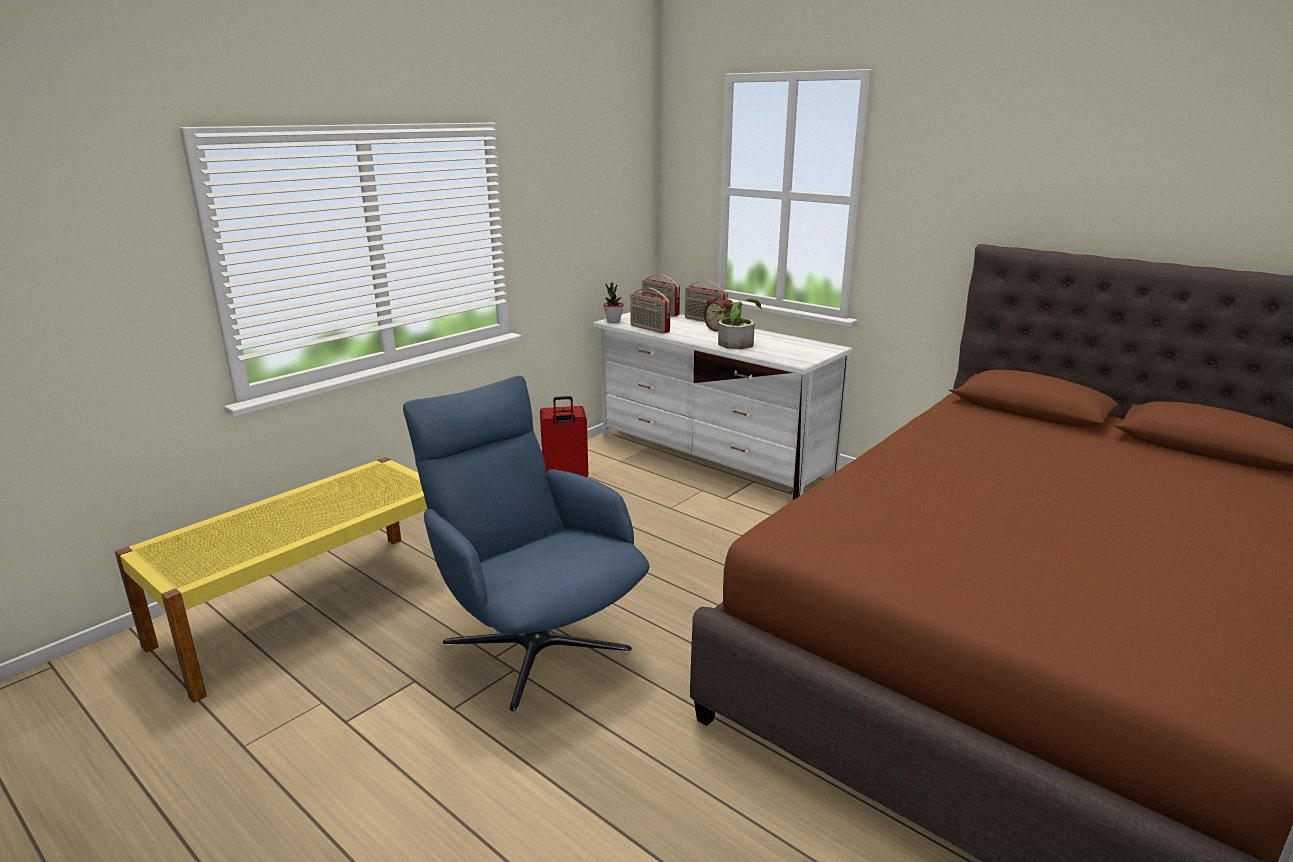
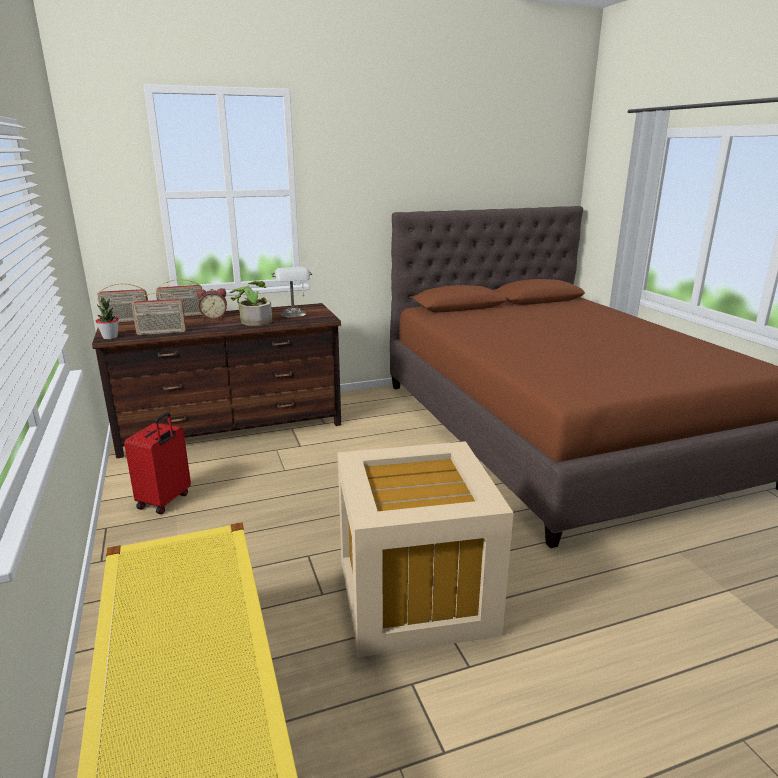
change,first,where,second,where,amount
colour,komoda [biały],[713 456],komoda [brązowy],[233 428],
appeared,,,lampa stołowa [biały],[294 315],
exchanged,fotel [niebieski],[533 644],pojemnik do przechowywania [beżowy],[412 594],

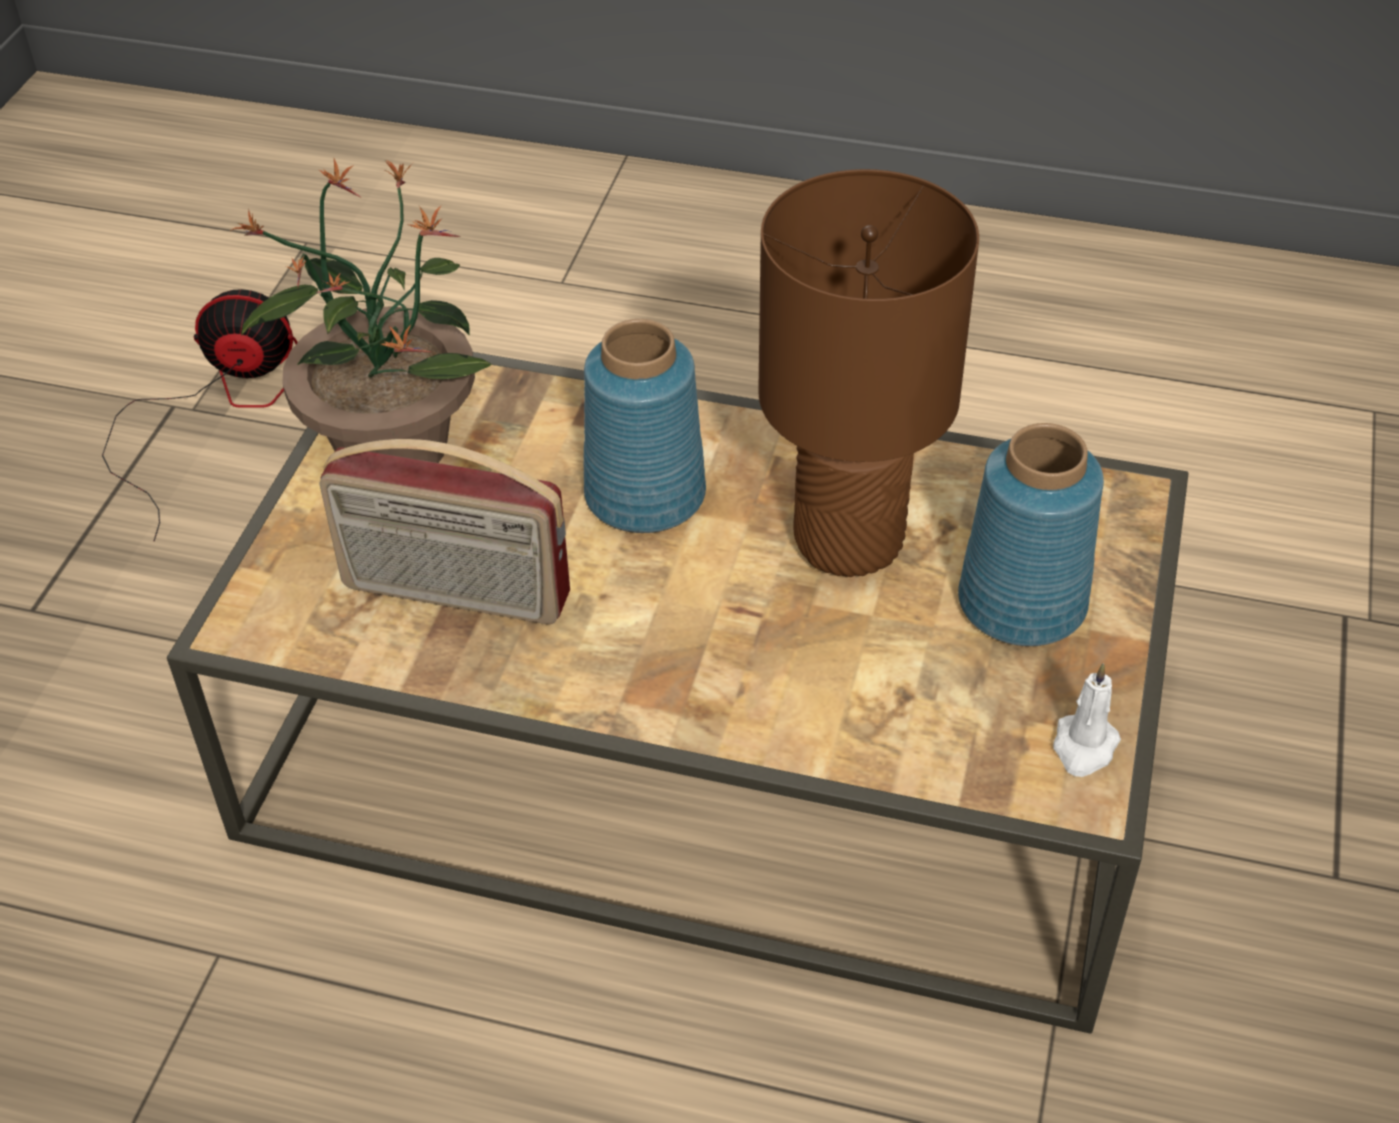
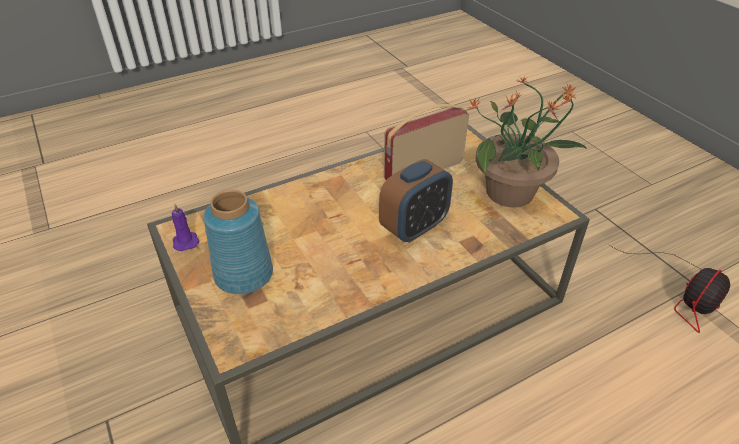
change,first,where,second,where,amount
colour,świeca [biały],[1084 747],świeca [fioletowy],[185 241],
exchanged,wazon [niebieski],[643 496],budzik,[414 227],
missing,lampa stołowa [brązowy],[847 547],,,

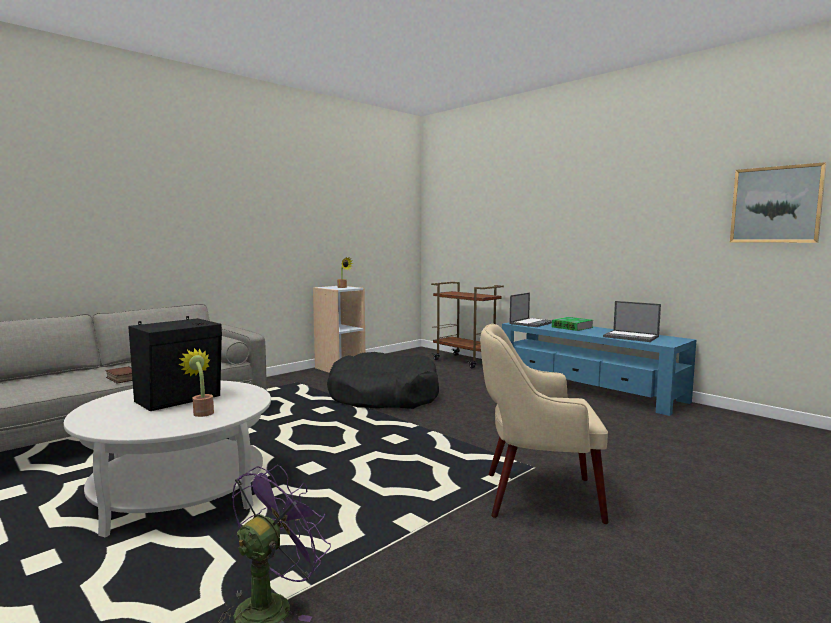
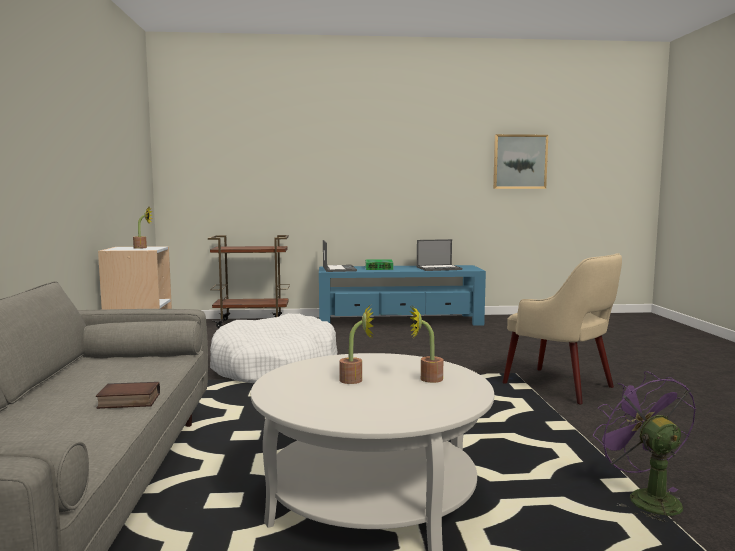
change,first,where,second,where,amount
colour,legowisko [czarny],[383 396],legowisko [biały],[274 366],
exchanged,głośnik [czarny],[181 399],roślina doniczkowa,[356 380],
spun,fotel [beżowy],[538 496],,[560 386],90 degrees counterclockwise

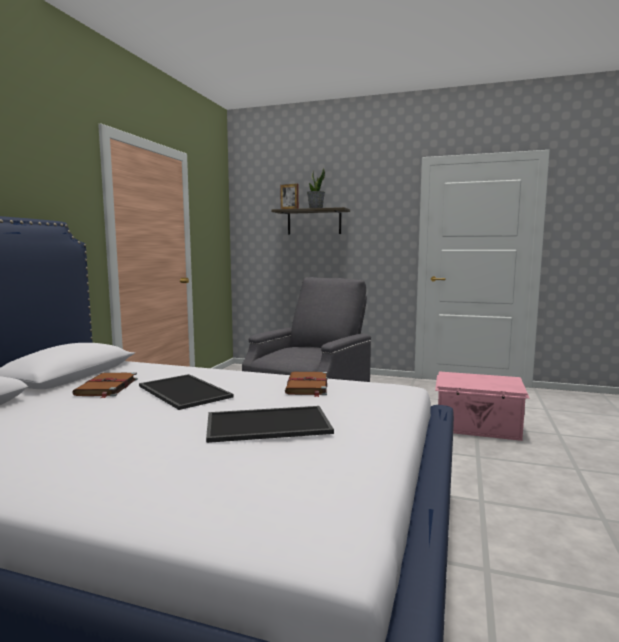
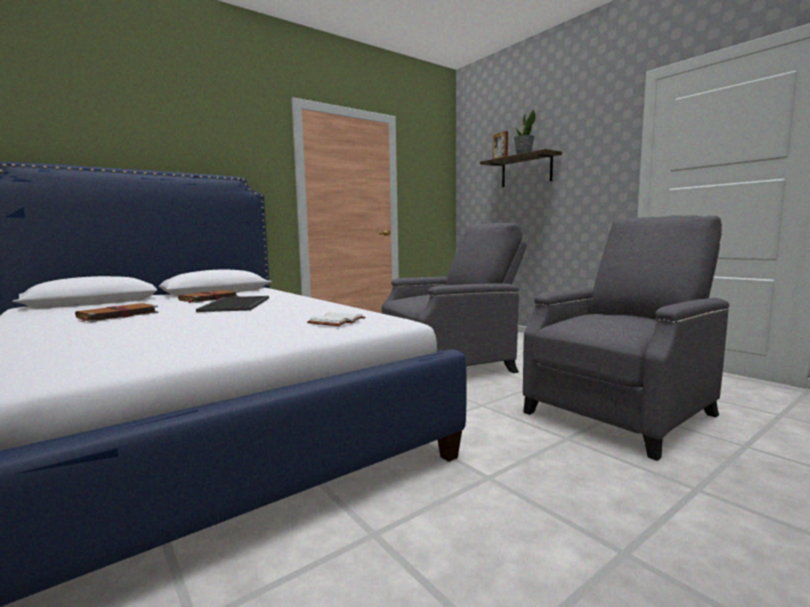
change,first,where,second,where,amount
relocated,książka [brązowy],[307 386],,[116 315],
appeared,,,książka [biały],[337 322],
exchanged,pojemnik do przechowywania [różowy],[478 427],fotel [szary],[623 412],
missing,taca,[267 425],,,

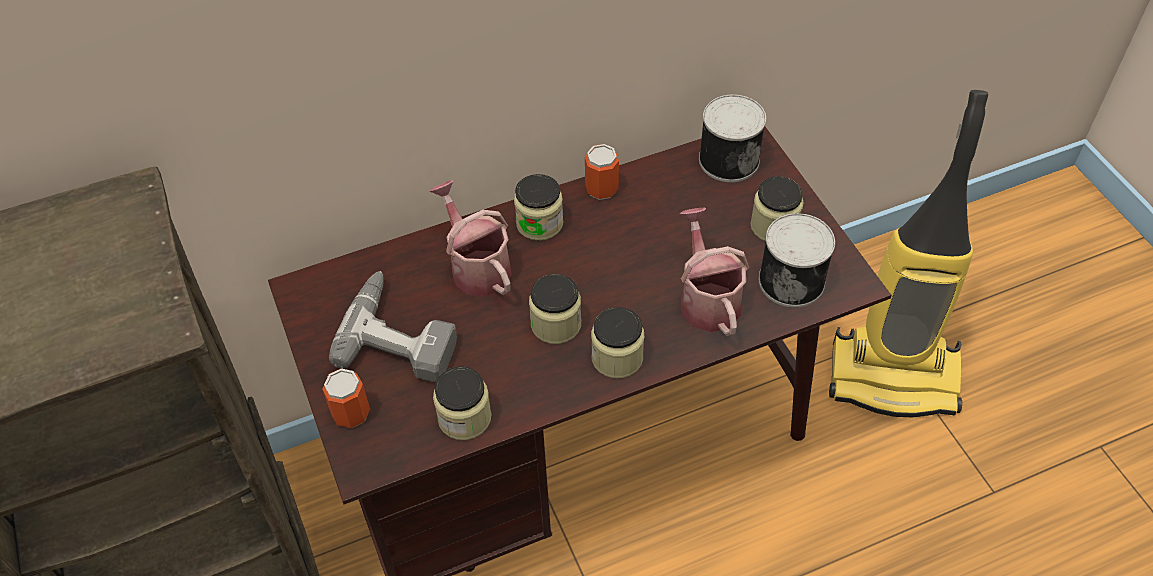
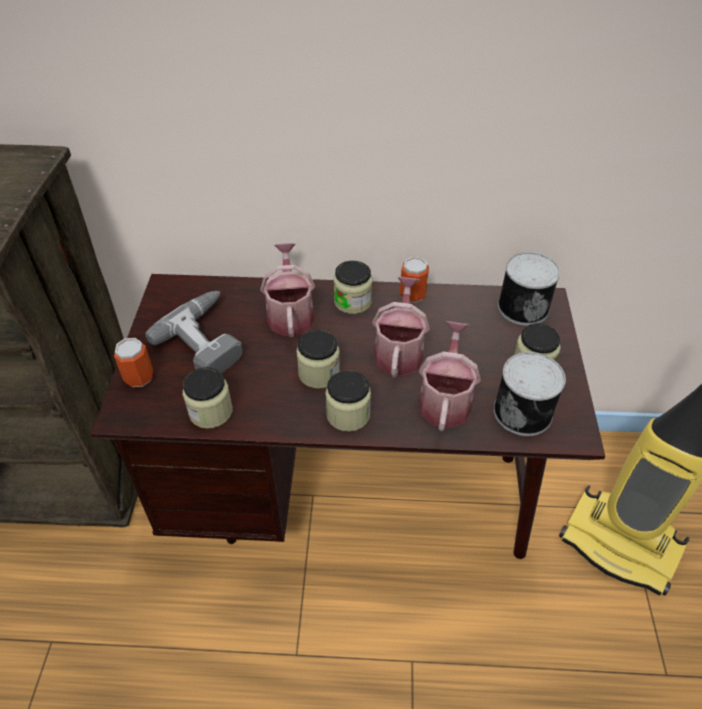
change,first,where,second,where,amount
appeared,,,konewka,[399 350],

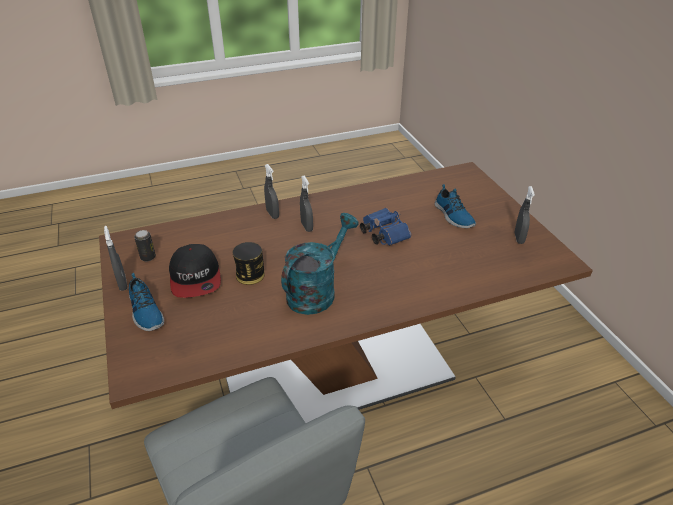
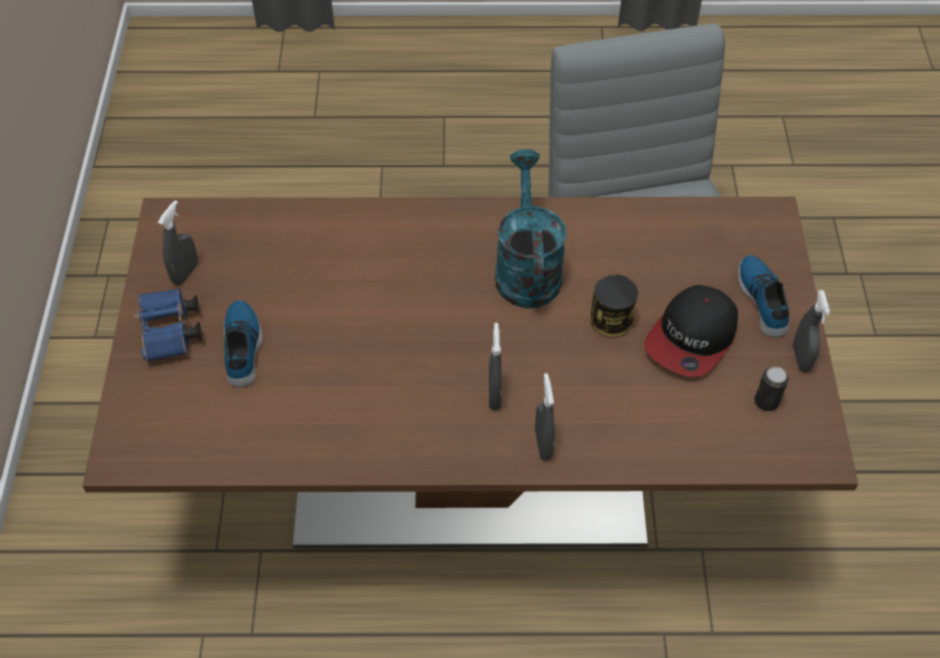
change,first,where,second,where,amount
relocated,lornetka [niebieski],[383 234],,[171 334],
spun,konewka [turkusowy],[316 291],,[526 268],120 degrees clockwise
spun,czapka z daszkiem,[195 278],,[692 338],150 degrees counterclockwise

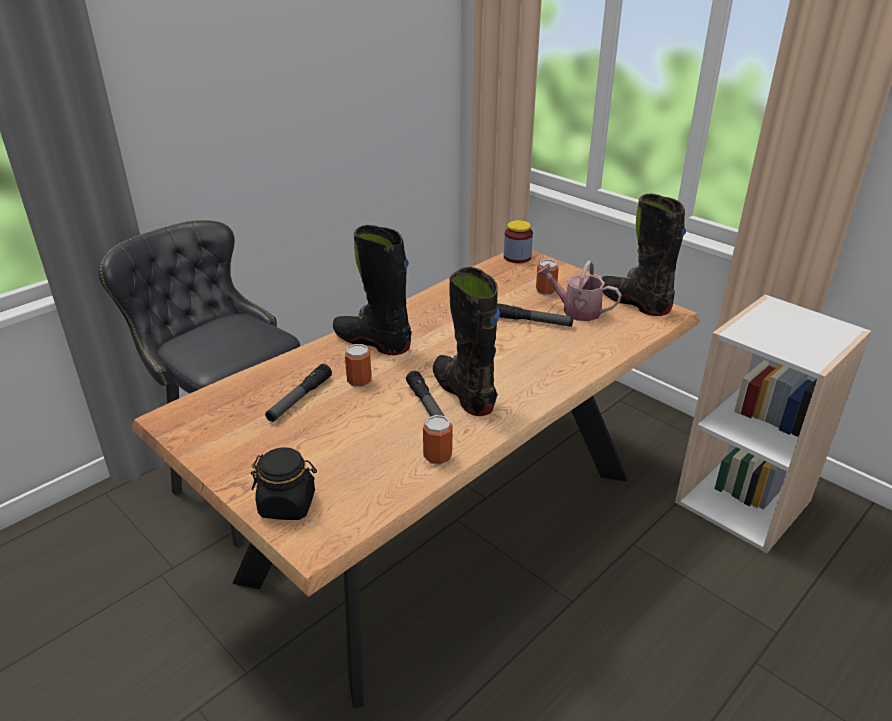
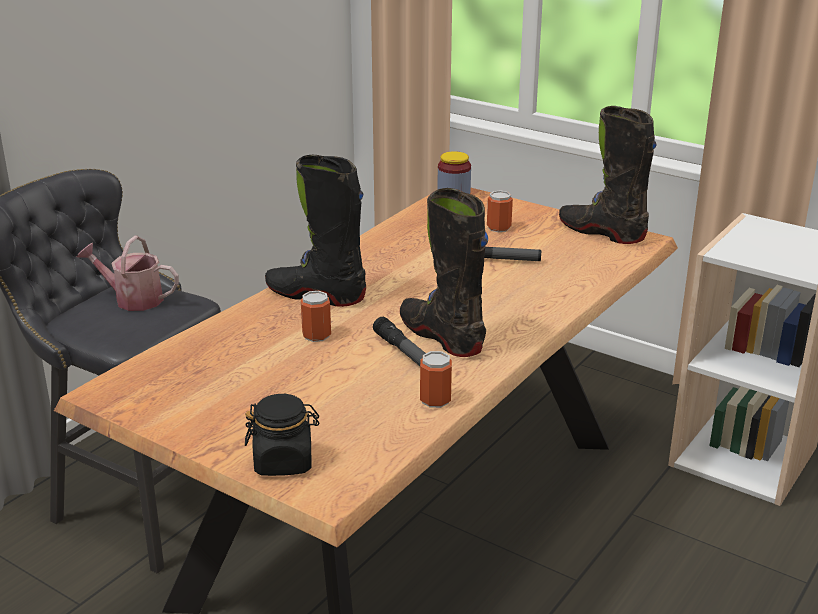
change,first,where,second,where,amount
relocated,konewka,[576 310],,[133 299],
missing,latarka,[299 399],,,

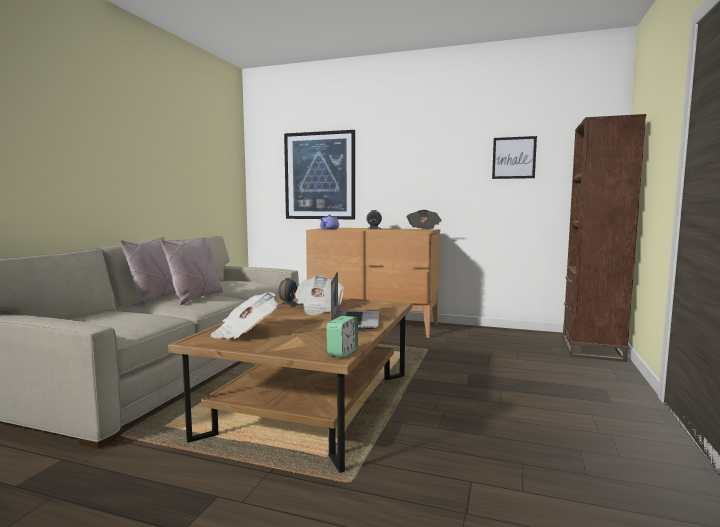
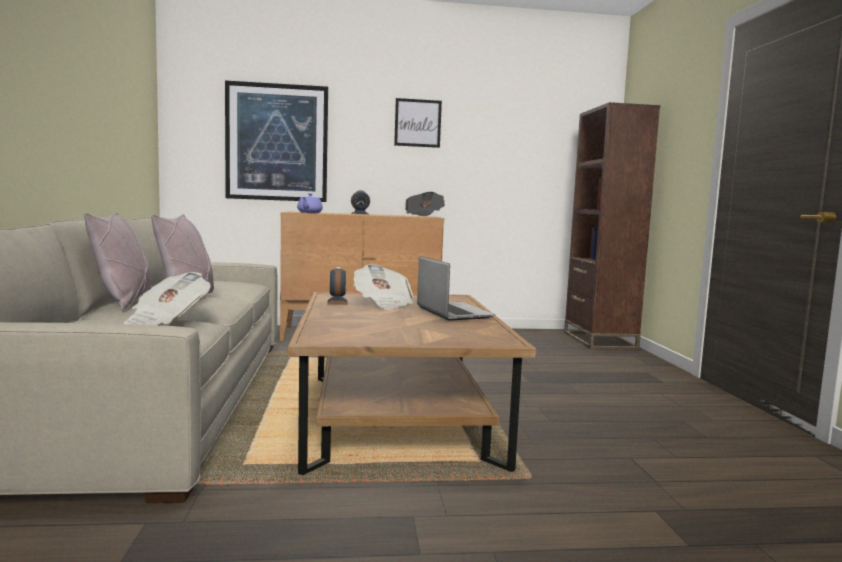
change,first,where,second,where,amount
relocated,gazeta,[245 333],,[167 320],
relocated,obraz,[514 158],,[417 123],
missing,budzik,[343 352],,,

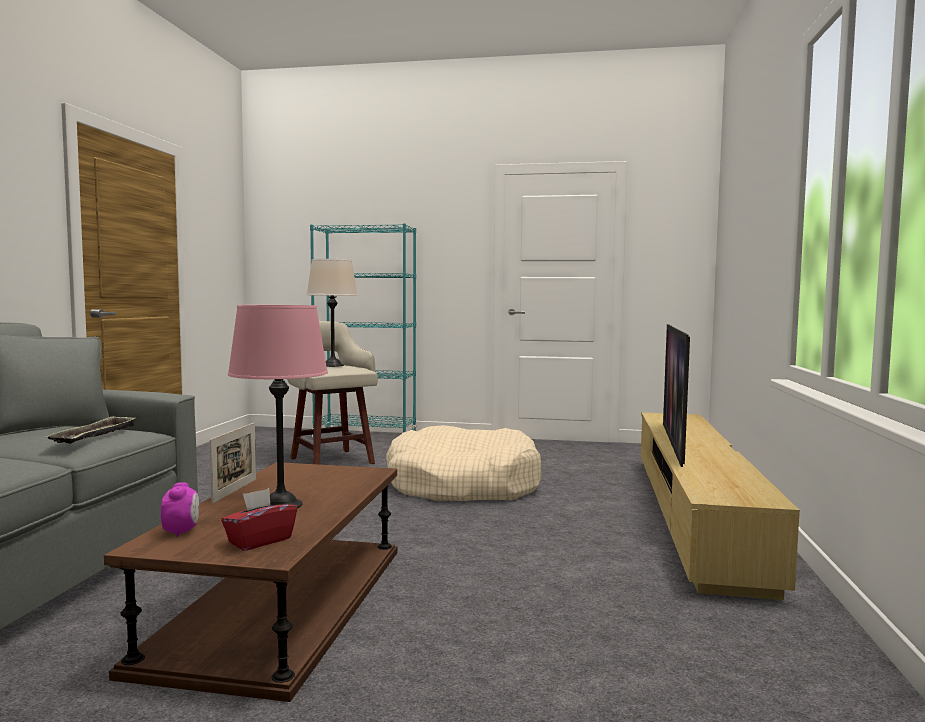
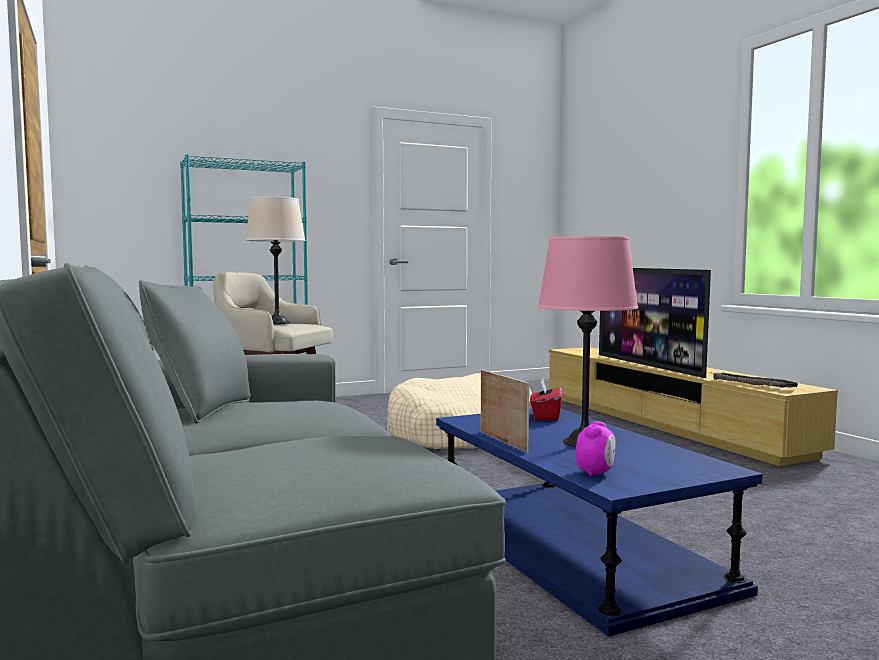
change,first,where,second,where,amount
colour,ława [brązowy],[282 602],ława [niebieski],[571 545],
relocated,pudełko chusteczek [czerwony],[259 541],,[546 416],
spun,budzik,[181 531],,[595 473],75 degrees clockwise
relocated,taca,[95 436],,[753 384],

